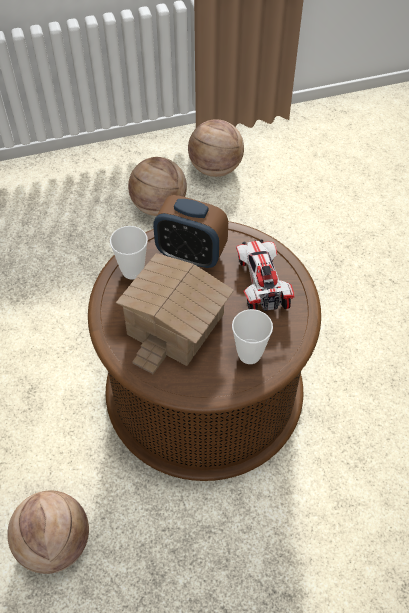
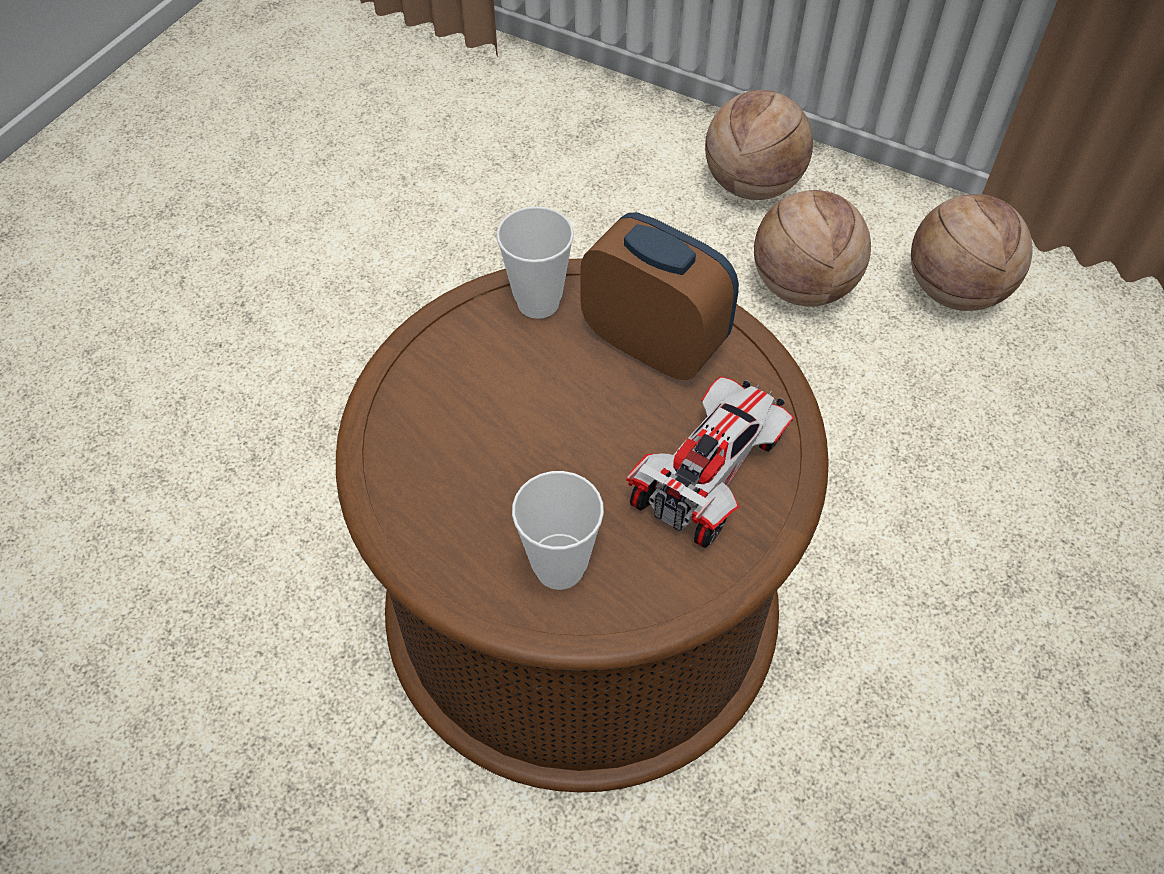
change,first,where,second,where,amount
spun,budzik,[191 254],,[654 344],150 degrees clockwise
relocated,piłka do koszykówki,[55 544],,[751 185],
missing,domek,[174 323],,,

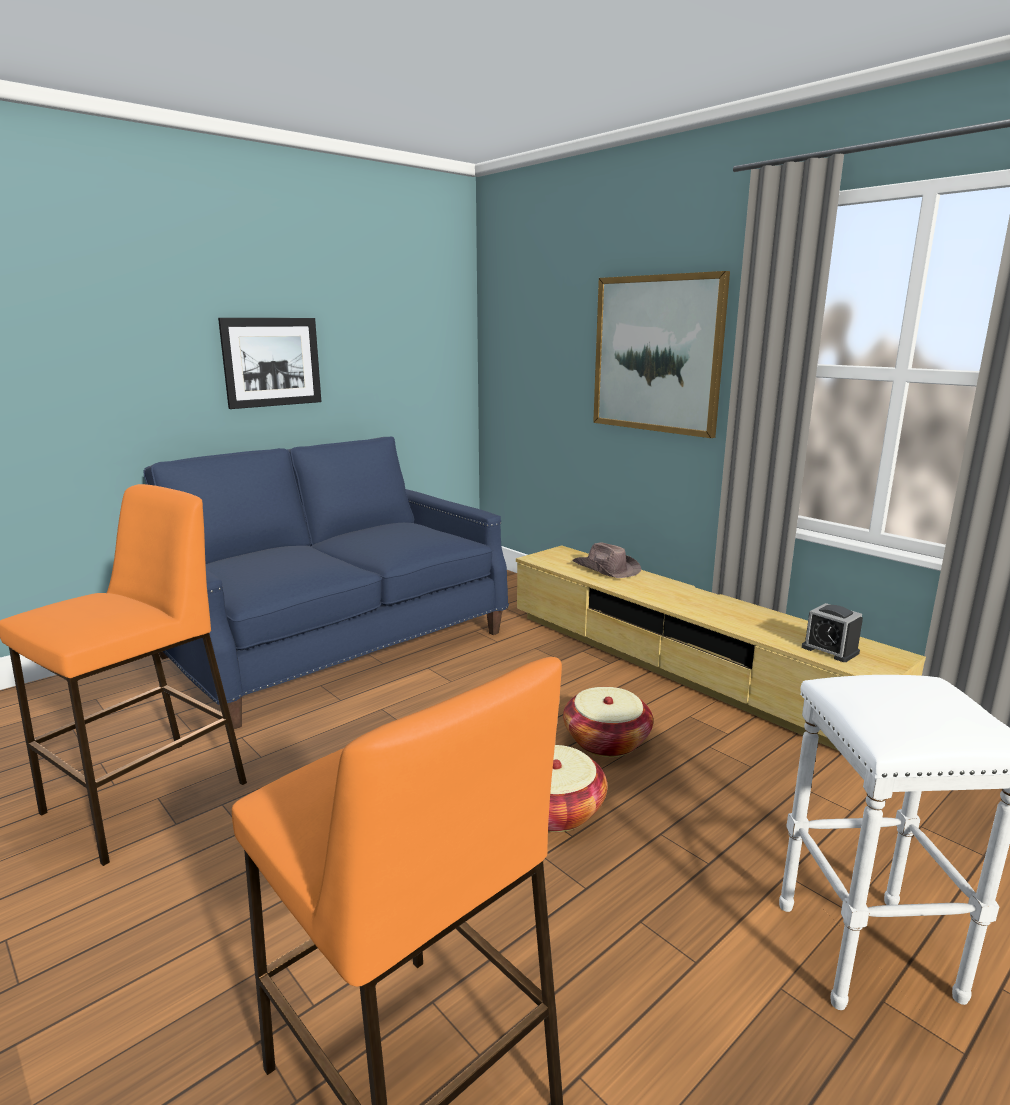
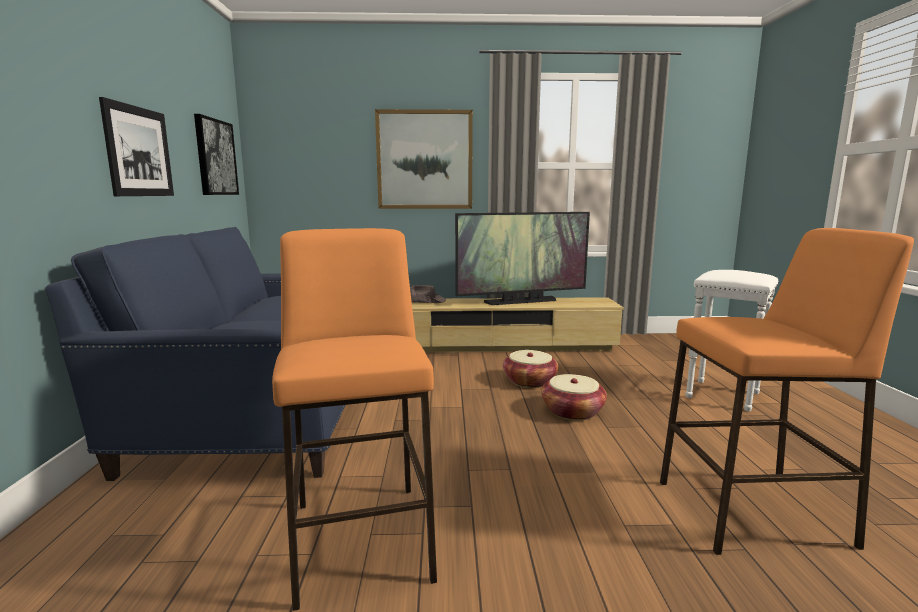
change,first,where,second,where,amount
appeared,,,obraz,[215 157],
appeared,,,telewizor,[521 301],
missing,budzik,[830 650],,,

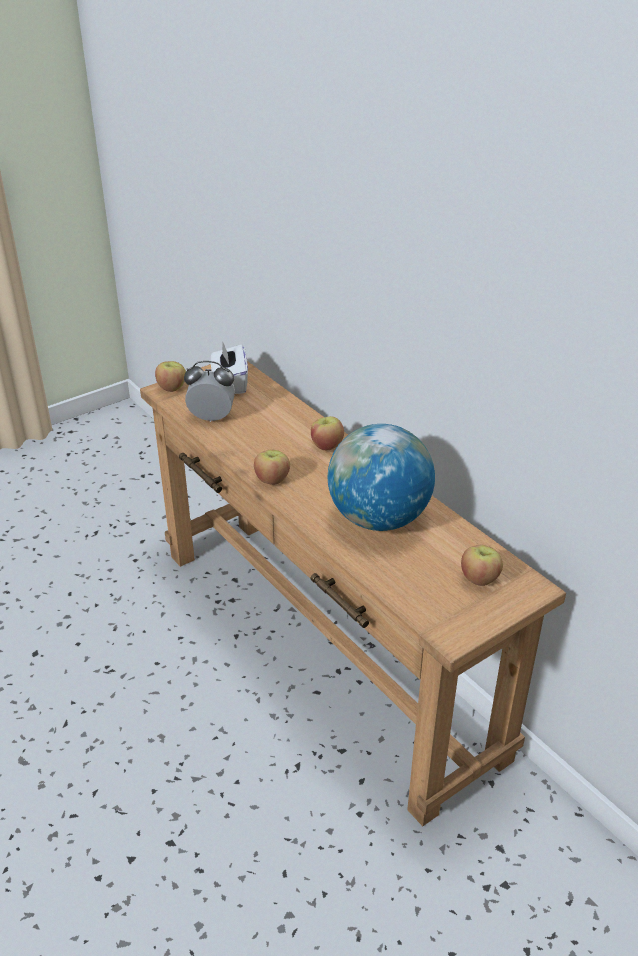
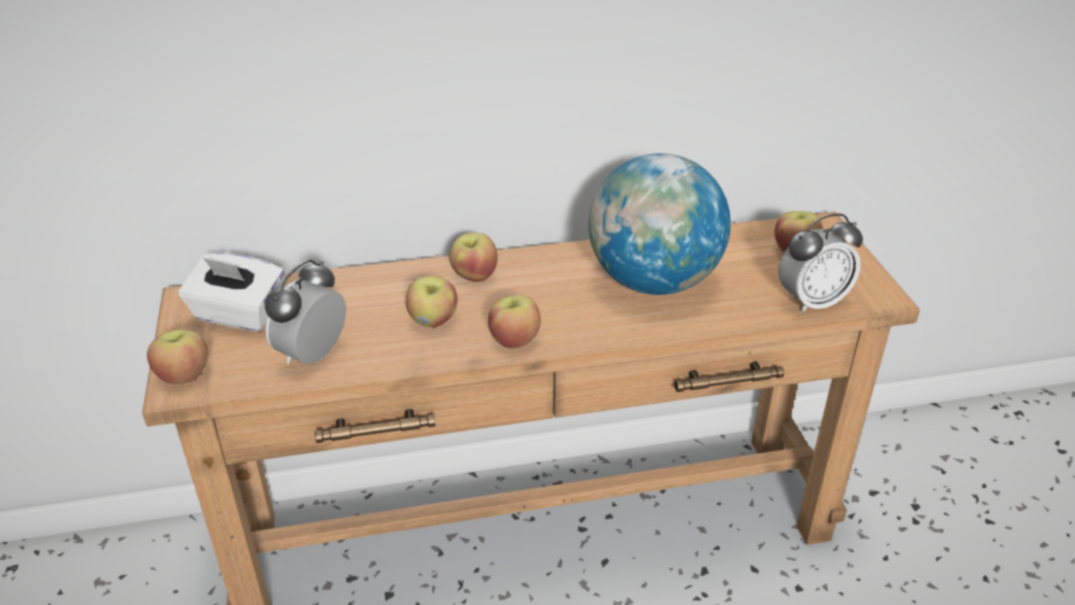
change,first,where,second,where,amount
appeared,,,jabłko,[433 321],
appeared,,,budzik,[812 302],

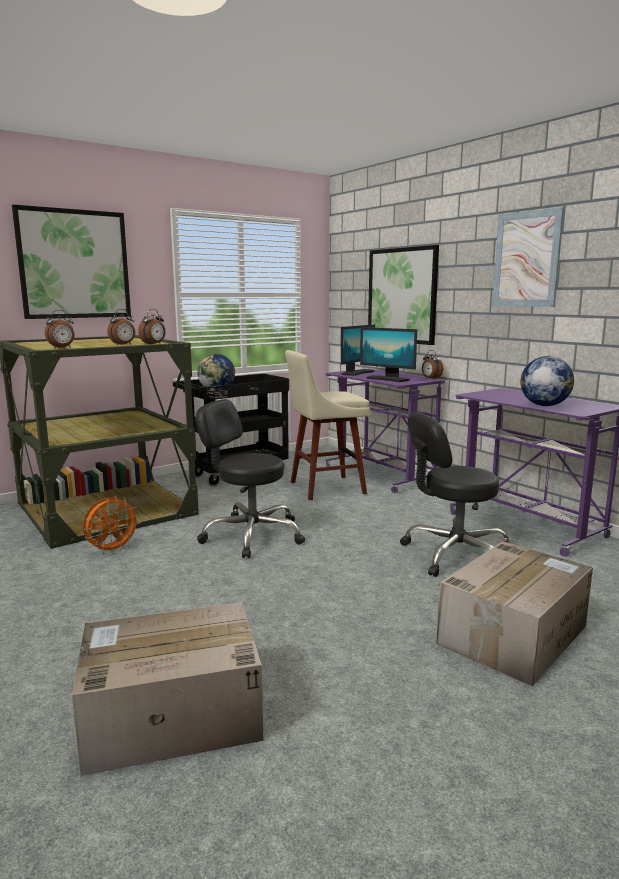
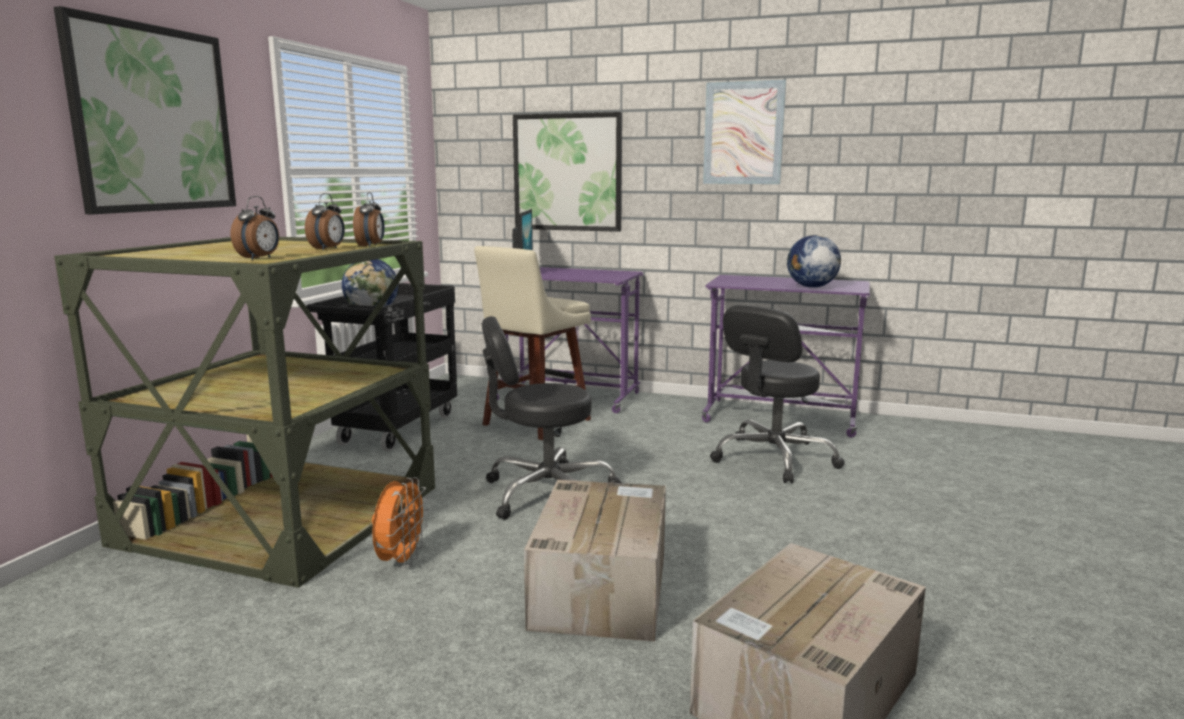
change,first,where,second,where,amount
relocated,karton,[513 633],,[601 587],
missing,monitor,[387 379],,,
missing,budzik,[430 379],,,

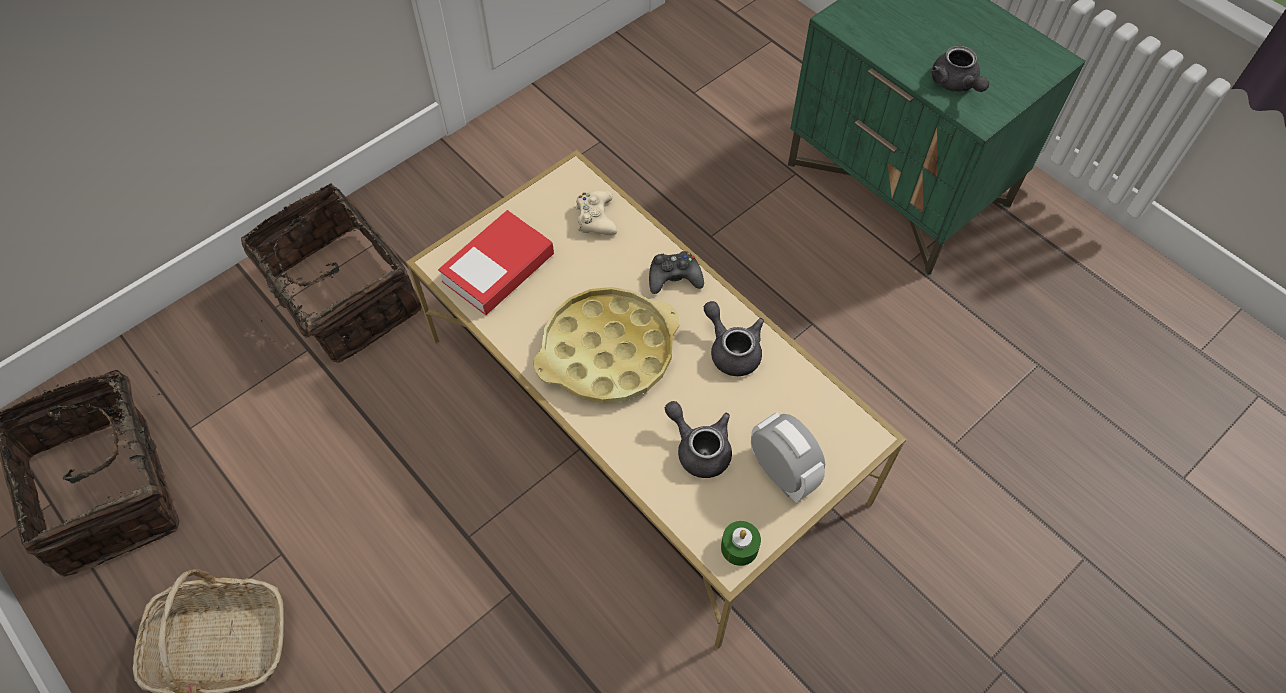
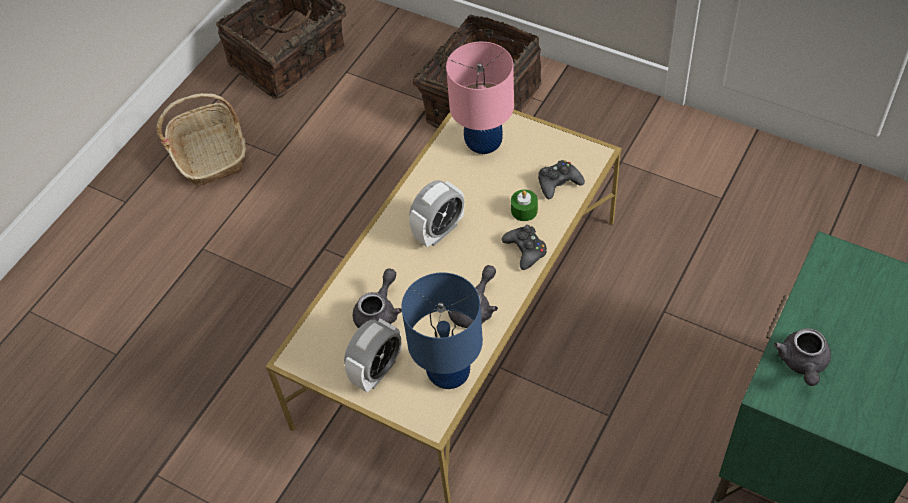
change,first,where,second,where,amount
appeared,,,lampa stołowa [niebieski],[447 376],
exchanged,taca [żółty],[607 351],budzik,[439 231],
exchanged,książka,[498 268],lampa stołowa [różowy],[483 143],
relocated,świeca [zielony],[739 547],,[524 210],
colour,pad do gier [beżowy],[596 218],pad do gier [czarny],[558 183],
spun,imbryk [szary],[955 84],,[802 364],45 degrees counterclockwise

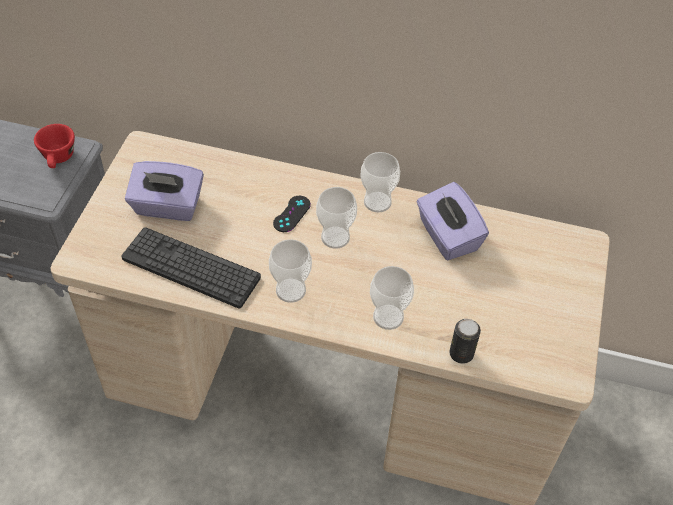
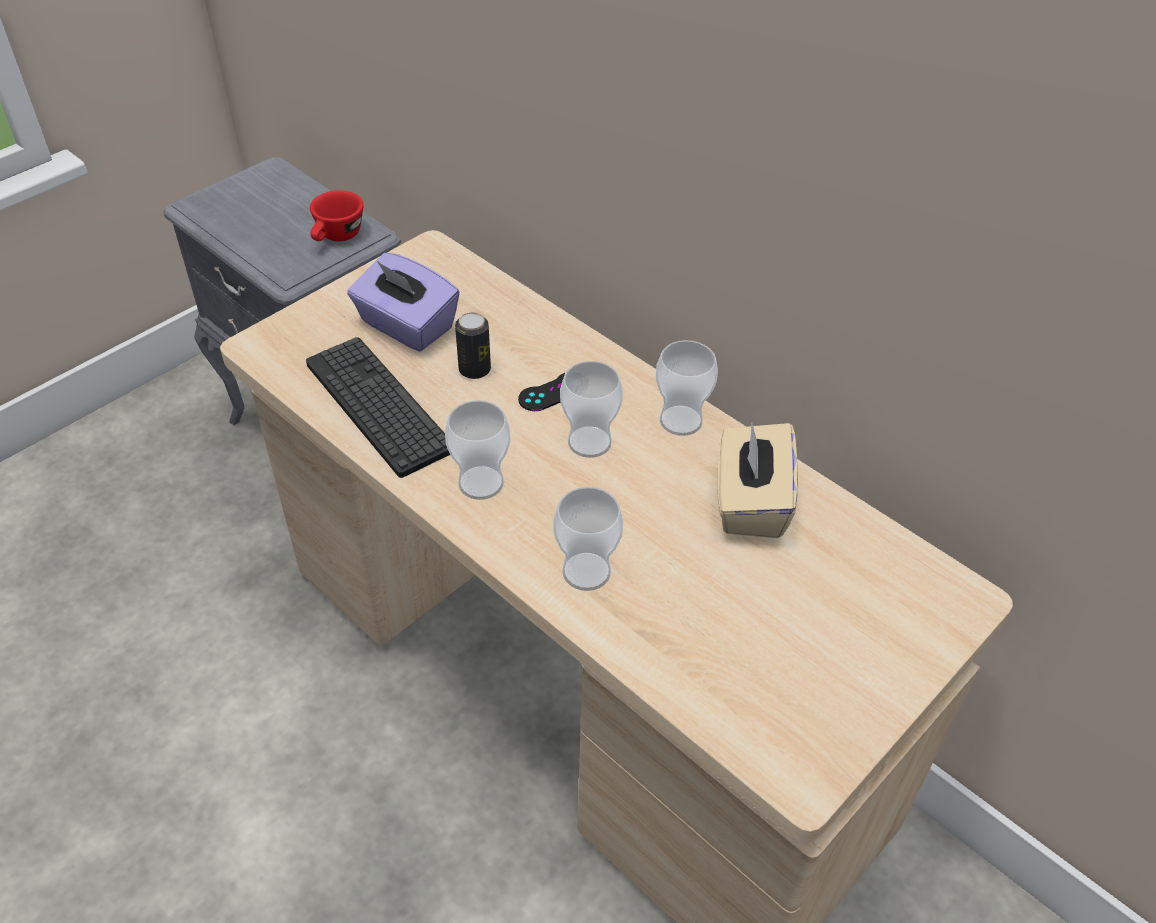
change,first,where,second,where,amount
relocated,puszka,[461 354],,[474 370],
colour,pudełko chusteczek [fioletowy],[447 236],pudełko chusteczek [beżowy],[750 503],

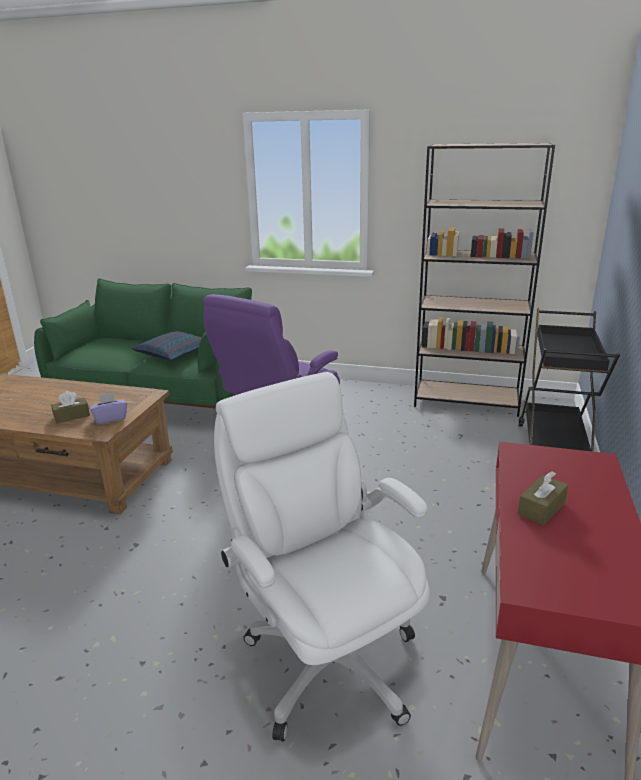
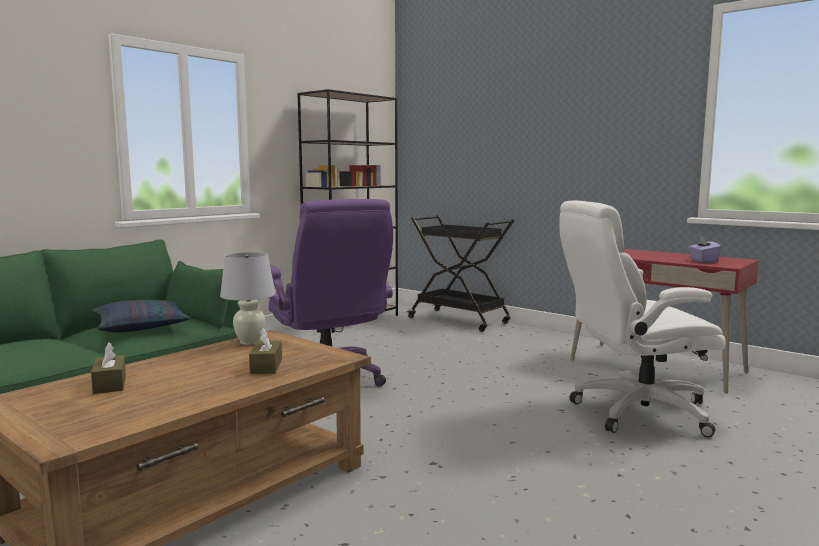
change,first,where,second,where,amount
relocated,pudełko chusteczek [brązowy],[541 508],,[110 384],
appeared,,,lampa stołowa [biały],[250 342],
relocated,pudełko chusteczek [fioletowy],[110 418],,[702 261],

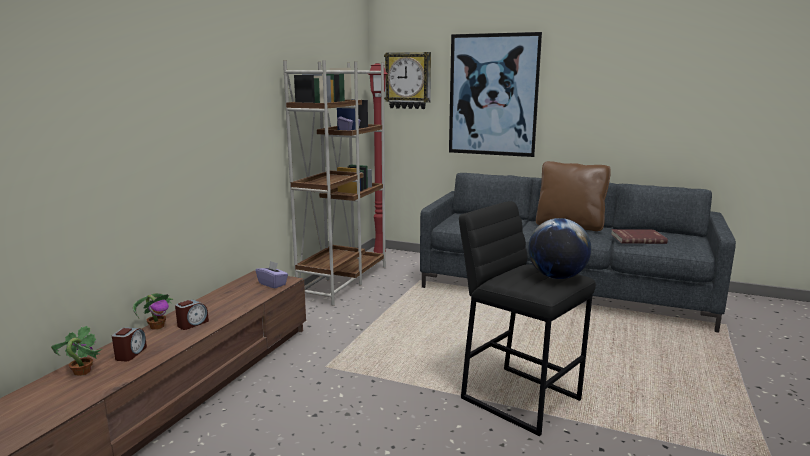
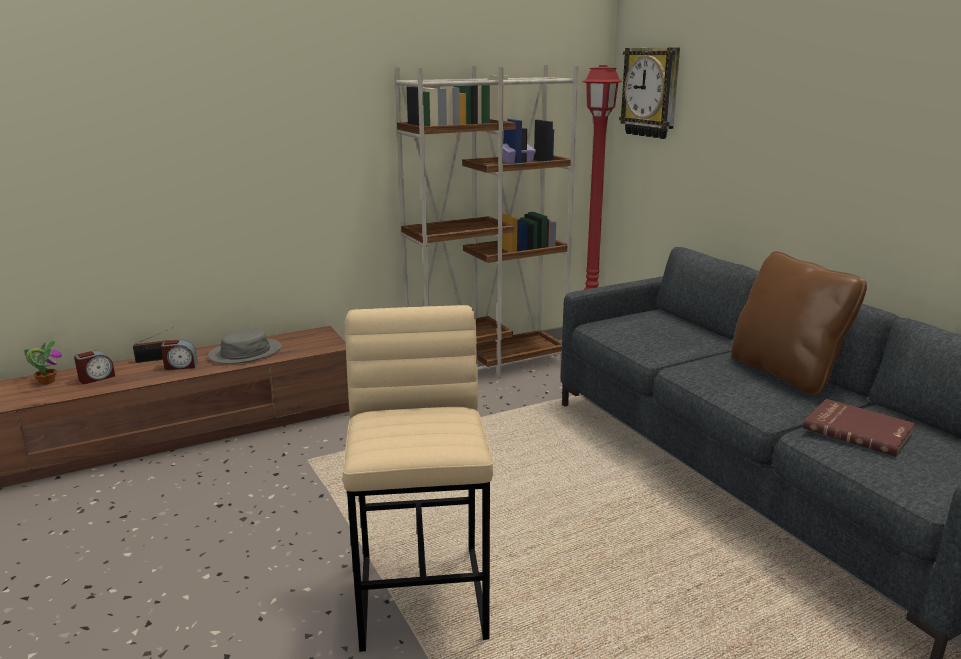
change,first,where,second,where,amount
exchanged,roślina doniczkowa,[157 326],radio,[156 359],
appeared,,,kapelusz [szary],[245 352],
colour,stołek [czarny],[518 397],stołek [beżowy],[421 593],
missing,pudełko chusteczek [fioletowy],[272 284],,,
missing,obraz,[493 95],,,
missing,globus,[557 277],,,

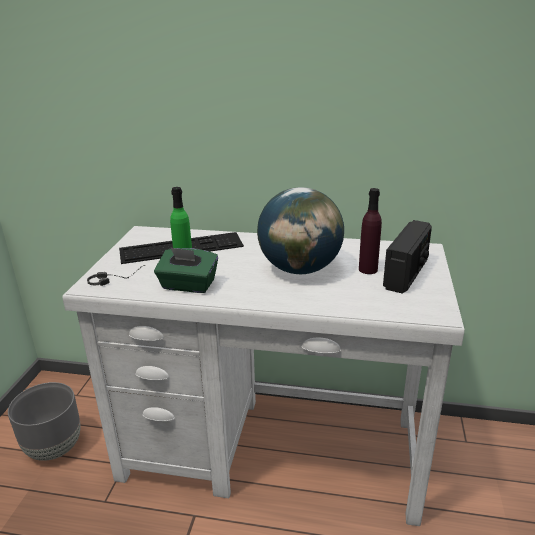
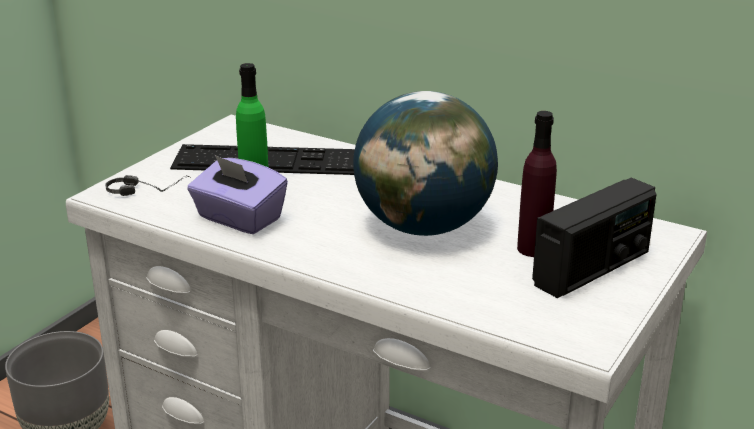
change,first,where,second,where,amount
colour,pudełko chusteczek [zielony],[188 285],pudełko chusteczek [fioletowy],[239 219],

